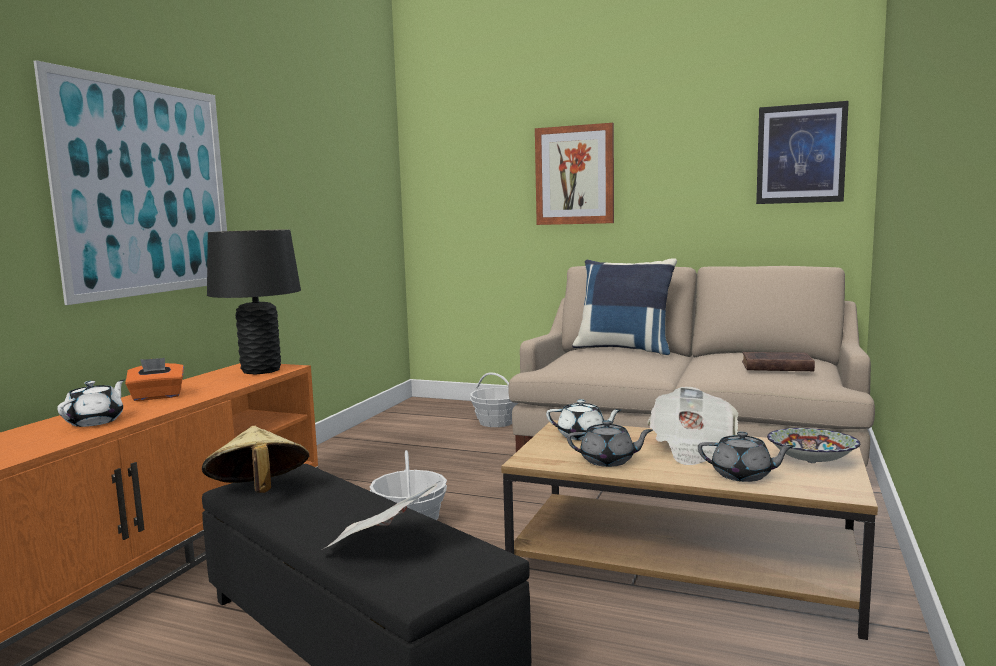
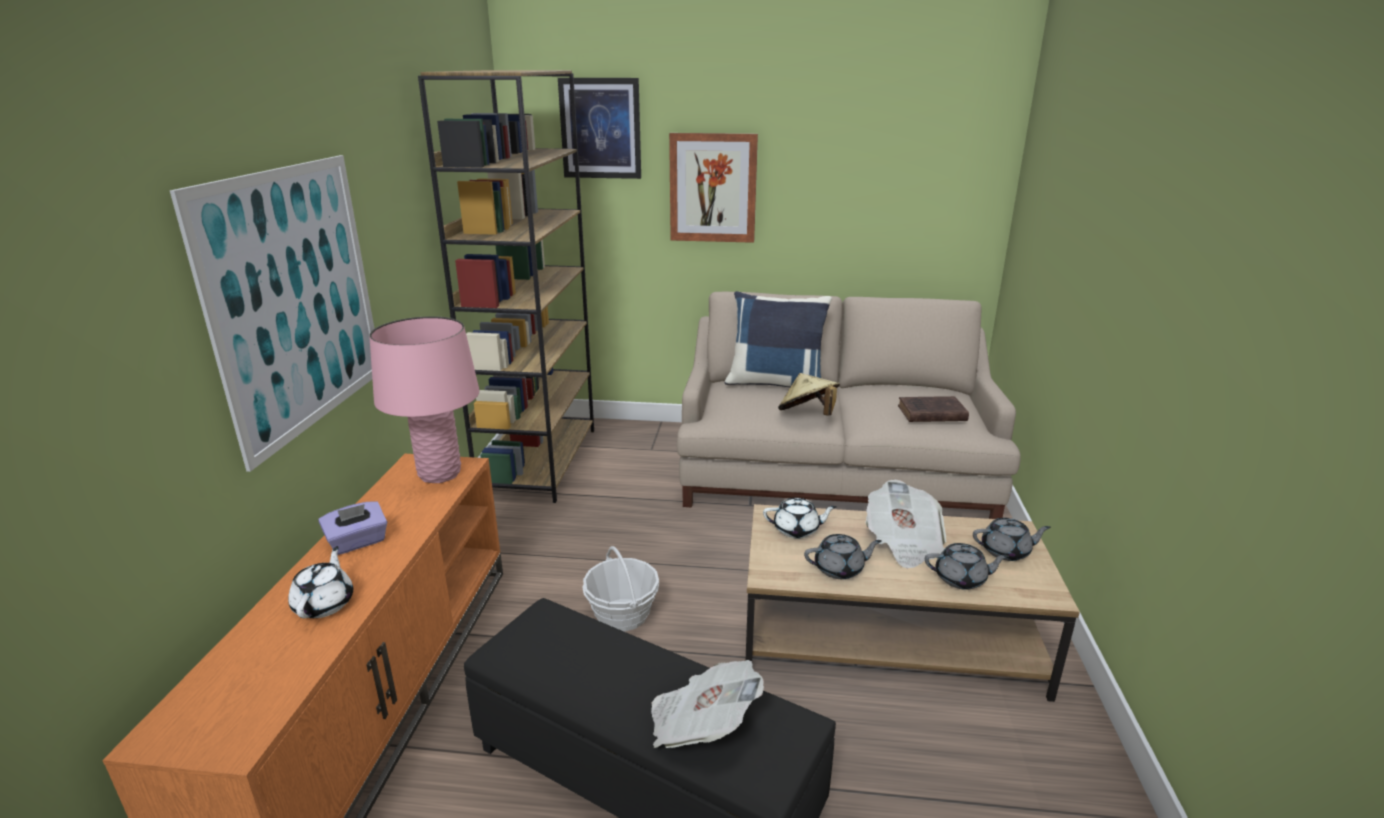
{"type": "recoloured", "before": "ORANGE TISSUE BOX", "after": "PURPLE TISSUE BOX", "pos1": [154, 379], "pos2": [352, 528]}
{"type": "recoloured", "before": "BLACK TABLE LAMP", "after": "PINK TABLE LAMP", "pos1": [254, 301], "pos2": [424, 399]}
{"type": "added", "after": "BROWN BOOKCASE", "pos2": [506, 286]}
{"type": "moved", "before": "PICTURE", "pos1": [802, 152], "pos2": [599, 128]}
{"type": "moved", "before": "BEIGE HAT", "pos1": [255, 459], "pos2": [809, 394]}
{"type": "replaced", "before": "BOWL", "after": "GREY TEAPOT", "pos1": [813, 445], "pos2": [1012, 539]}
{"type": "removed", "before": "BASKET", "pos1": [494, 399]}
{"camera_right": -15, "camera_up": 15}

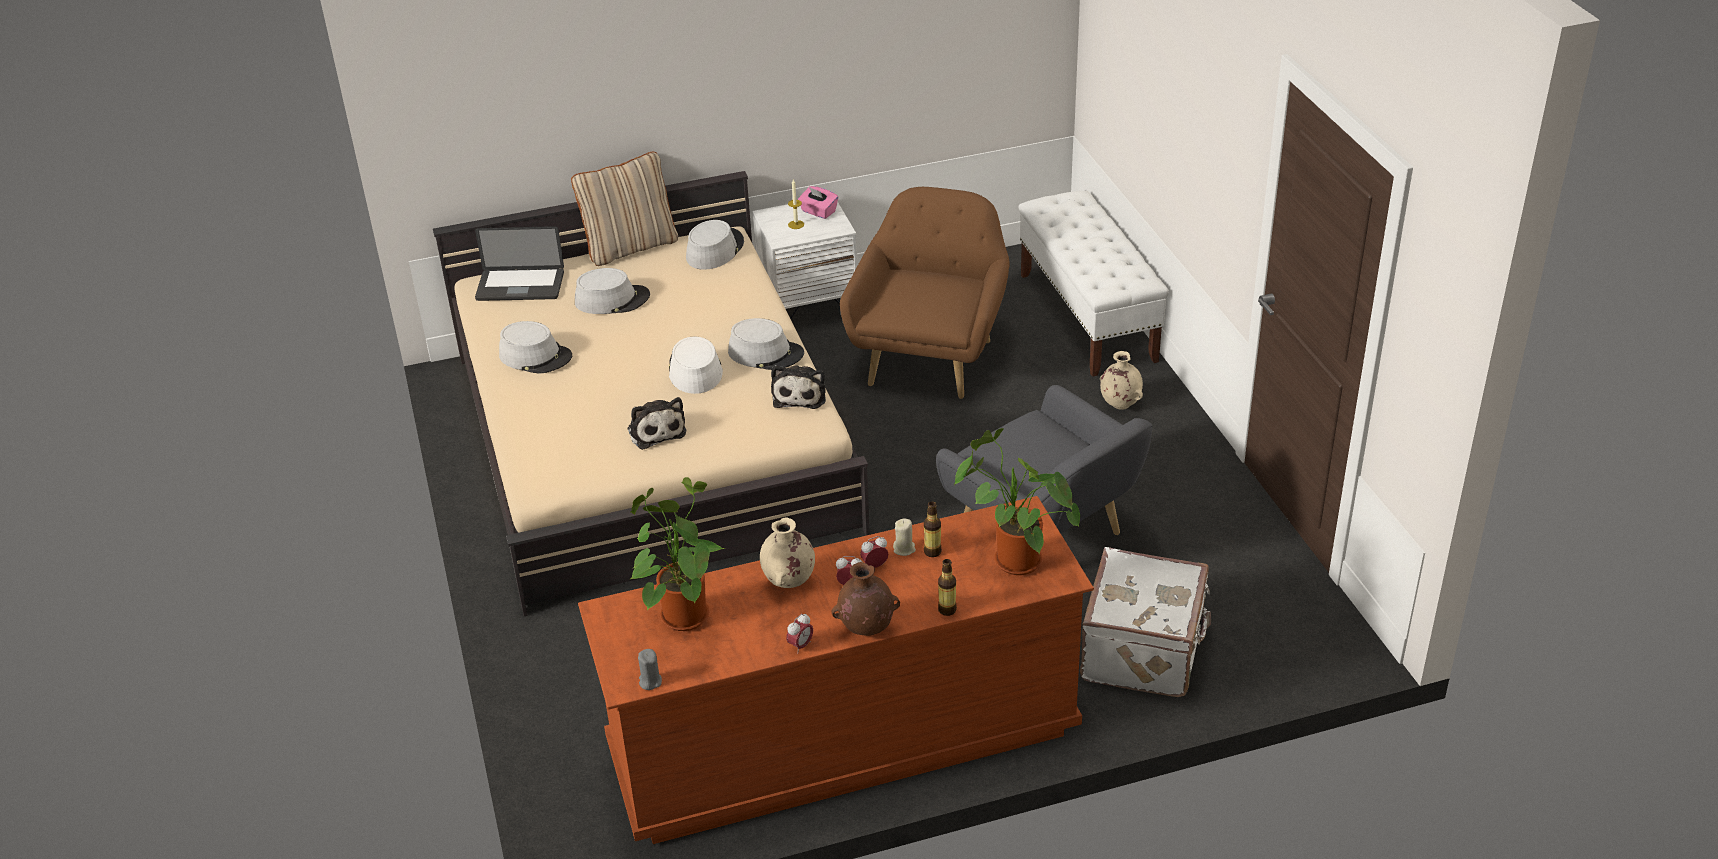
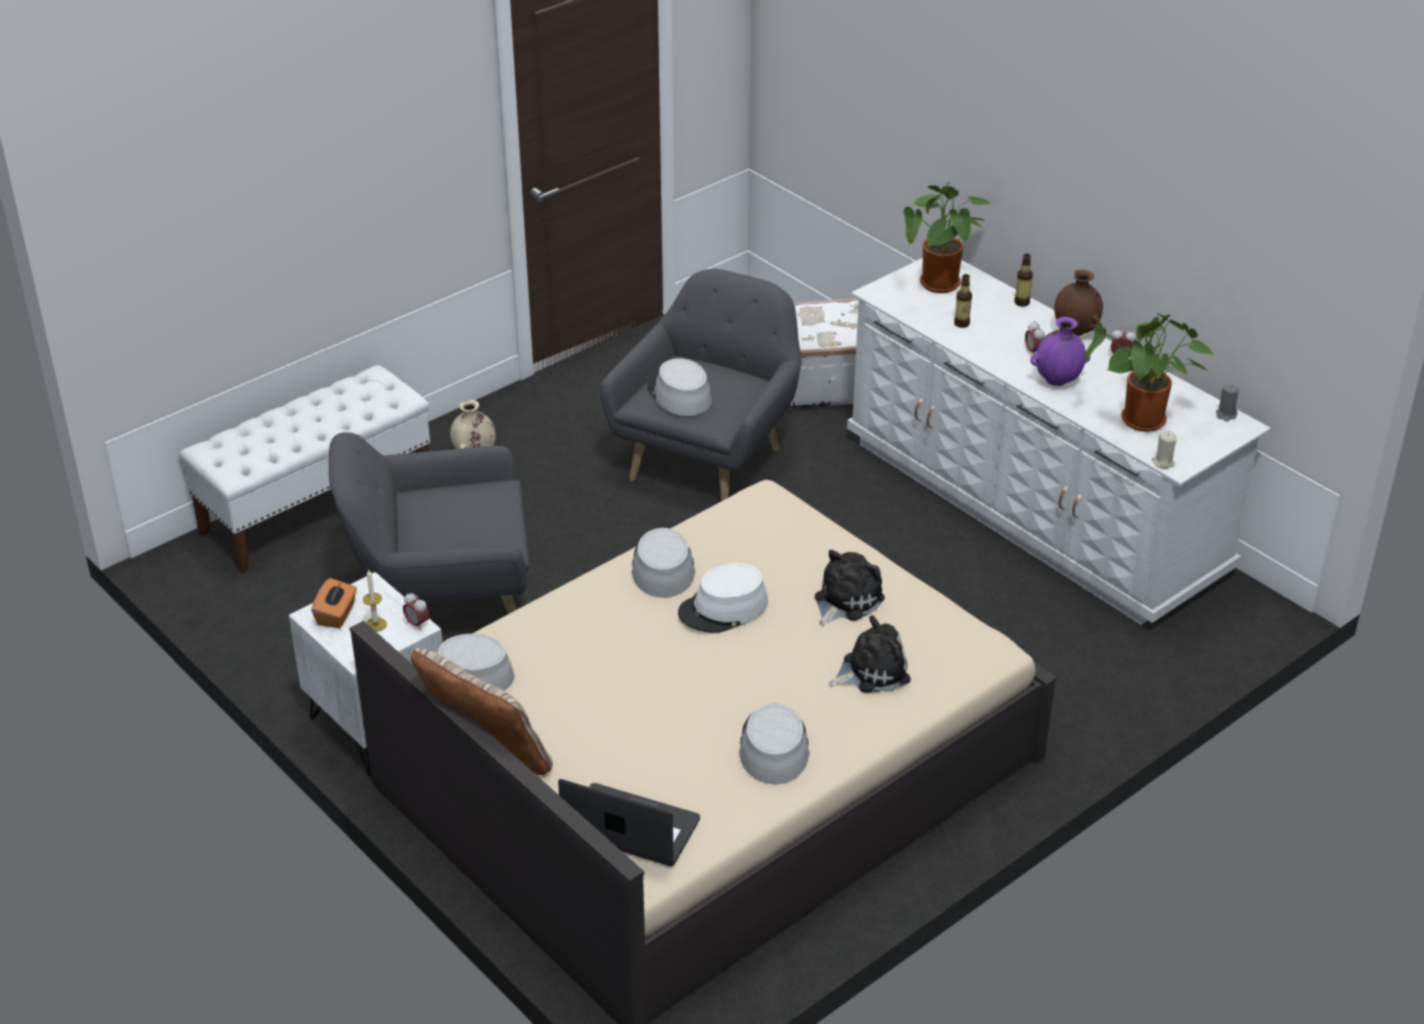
{"type": "recoloured", "before": "PINK TISSUE BOX", "after": "ORANGE TISSUE BOX", "pos1": [818, 202], "pos2": [334, 603]}
{"type": "recoloured", "before": "BROWN ARMCHAIR", "after": "GREY ARMCHAIR", "pos1": [924, 293], "pos2": [429, 523]}
{"type": "moved", "before": "ALARM CLOCK", "pos1": [874, 552], "pos2": [416, 611]}
{"type": "turned", "before": "LAPTOP", "pos1": [519, 263], "pos2": [629, 822], "turn": -45}
{"type": "moved", "before": "GREY HAT", "pos1": [612, 291], "pos2": [679, 387]}
{"type": "moved", "before": "PLUSH TOY", "pos1": [798, 387], "pos2": [870, 654]}
{"type": "recoloured", "before": "BROWN DRESSER", "after": "WHITE DRESSER", "pos1": [836, 670], "pos2": [1059, 441]}
{"type": "recoloured", "before": "BEIGE VASE", "after": "PURPLE VASE", "pos1": [787, 552], "pos2": [1060, 351]}
{"type": "moved", "before": "BEIGE CANDLE", "pos1": [904, 537], "pos2": [1164, 449]}
{"camera_right": -115, "camera_up": 0}

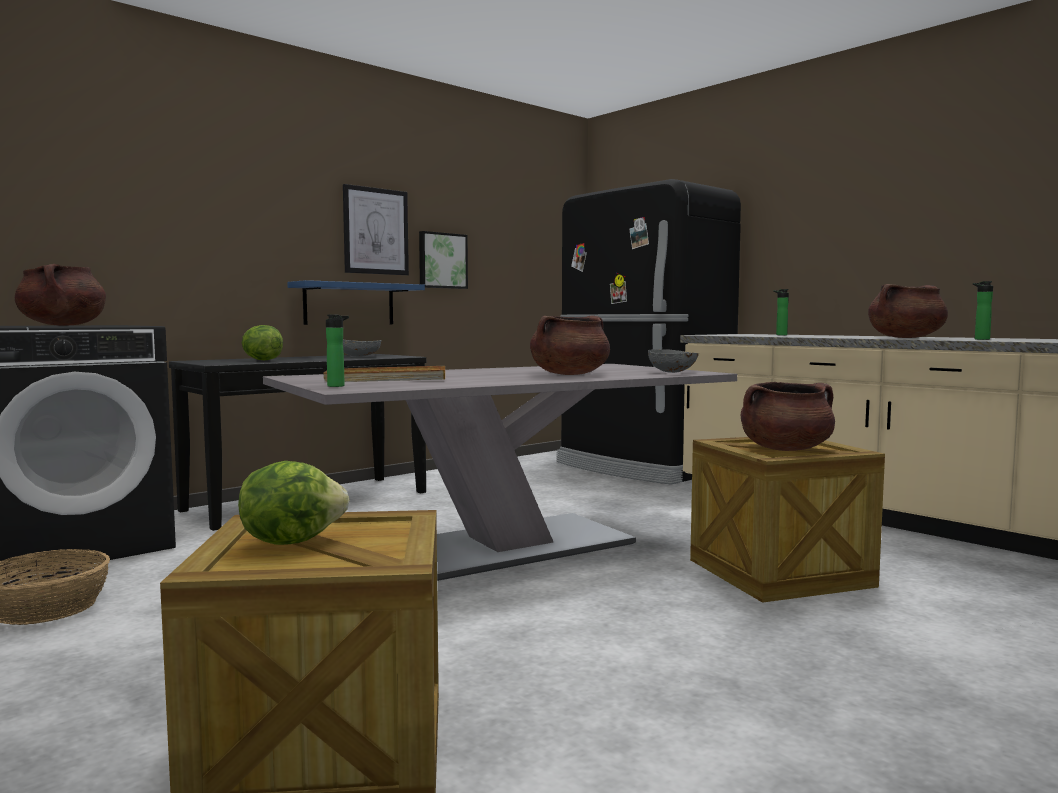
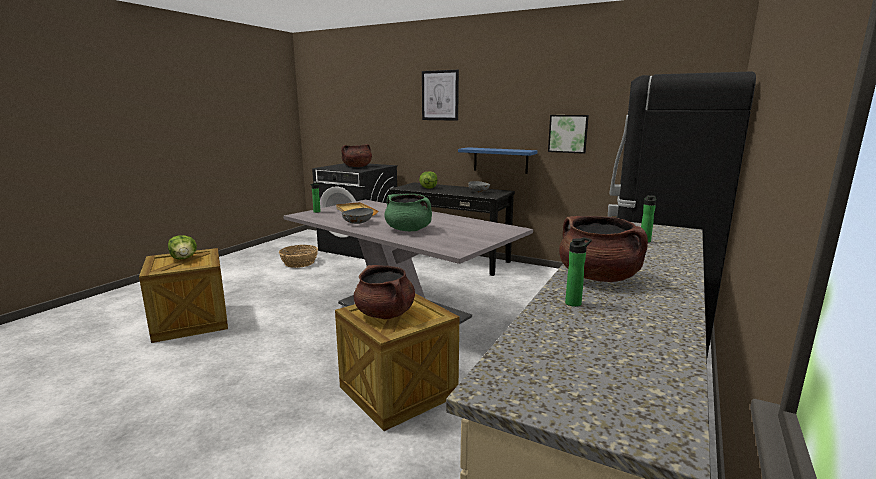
{"type": "moved", "before": "GREY BOWL", "pos1": [673, 361], "pos2": [358, 216]}
{"type": "recoloured", "before": "BROWN COOKING POT", "after": "GREEN COOKING POT", "pos1": [570, 345], "pos2": [408, 212]}
{"type": "moved", "before": "PICTURE", "pos1": [376, 229], "pos2": [440, 95]}
{"camera_right": 70, "camera_up": 10}

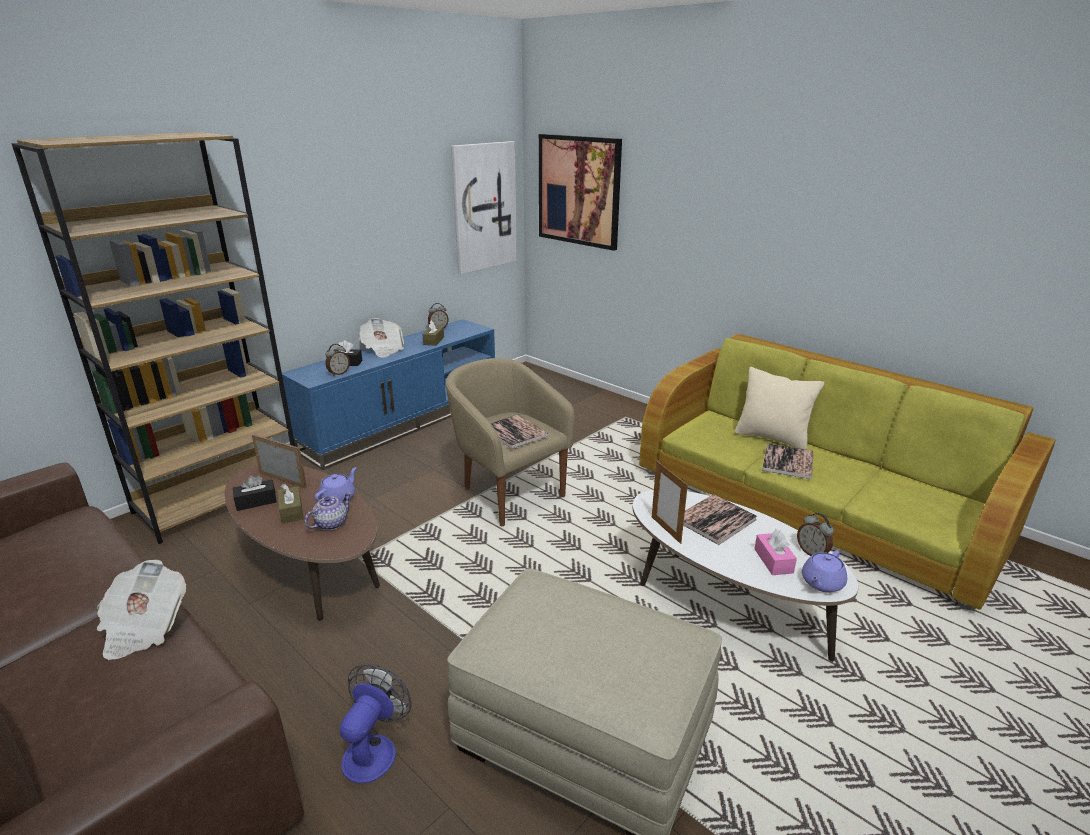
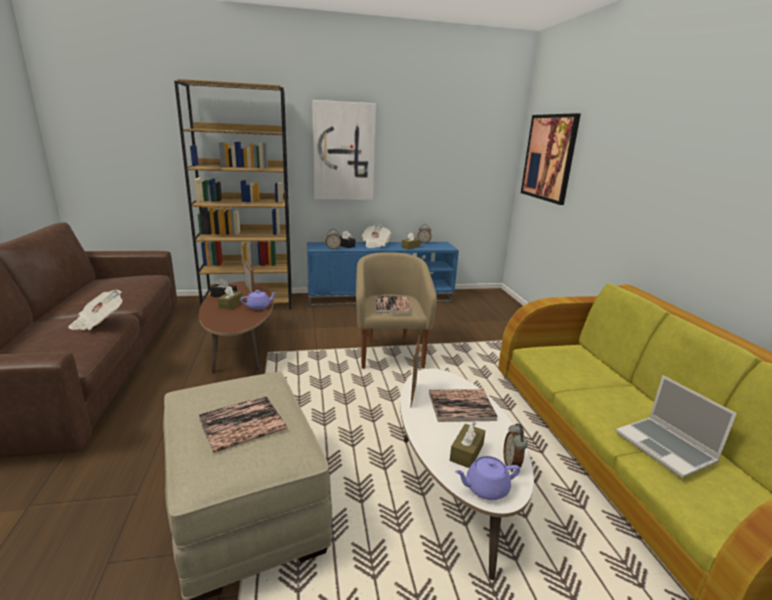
{"type": "moved", "before": "BOOK", "pos1": [788, 461], "pos2": [242, 424]}
{"type": "moved", "before": "PICTURE", "pos1": [484, 207], "pos2": [344, 150]}
{"type": "recoloured", "before": "PINK TISSUE BOX", "after": "BROWN TISSUE BOX", "pos1": [775, 552], "pos2": [467, 445]}
{"type": "added", "after": "LAPTOP", "pos2": [676, 426]}
{"type": "removed", "before": "TEAPOT", "pos1": [328, 511]}
{"type": "removed", "before": "FAN", "pos1": [375, 724]}
{"type": "removed", "before": "BEIGE PILLOW", "pos1": [779, 408]}
{"camera_right": 35, "camera_up": -5}

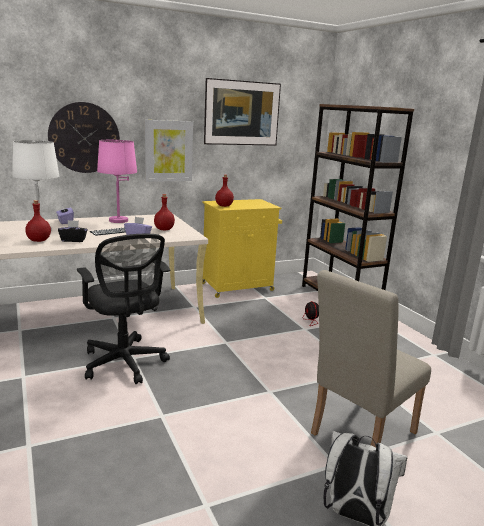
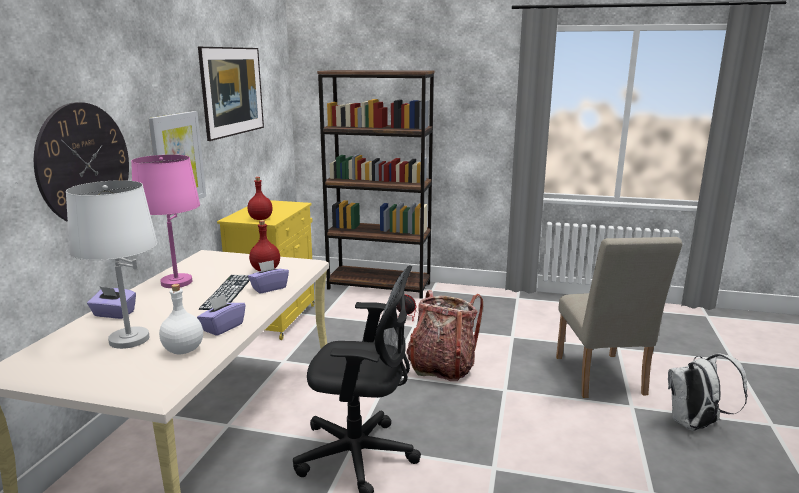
{"type": "recoloured", "before": "RED BOTTLE", "after": "WHITE BOTTLE", "pos1": [38, 221], "pos2": [181, 319]}
{"type": "recoloured", "before": "BLACK TISSUE BOX", "after": "PURPLE TISSUE BOX", "pos1": [73, 231], "pos2": [221, 315]}
{"type": "added", "after": "BACKPACK", "pos2": [444, 335]}
{"camera_right": -50, "camera_up": 0}

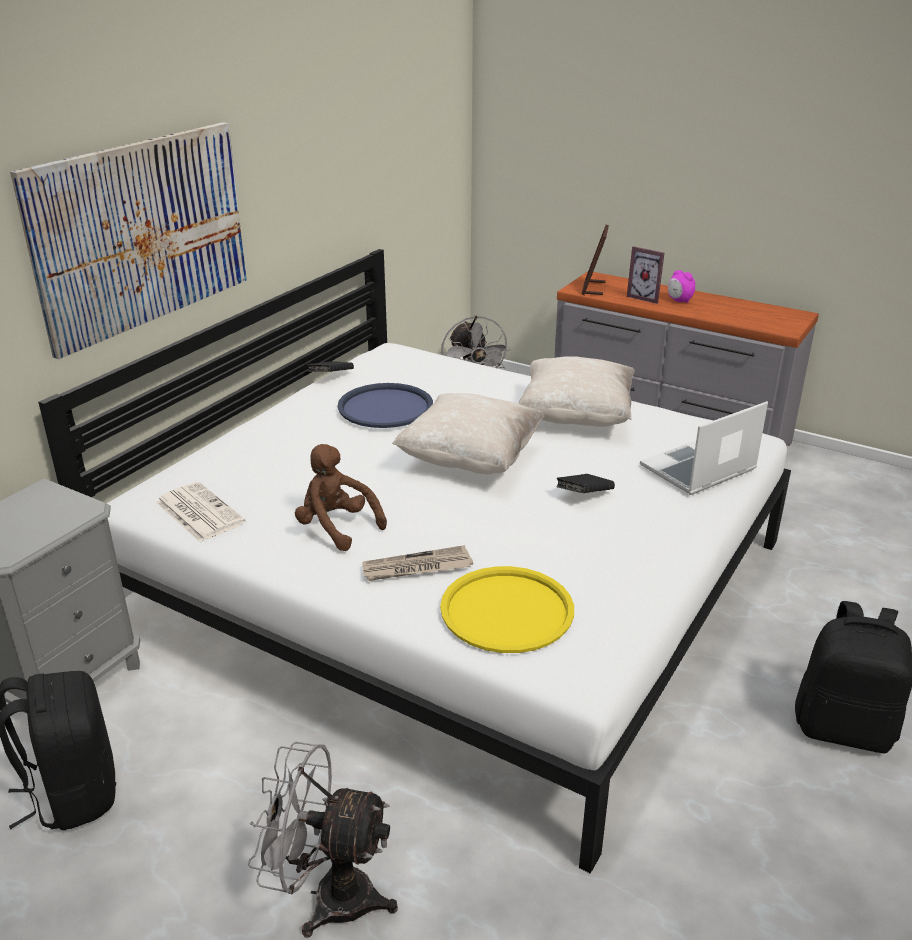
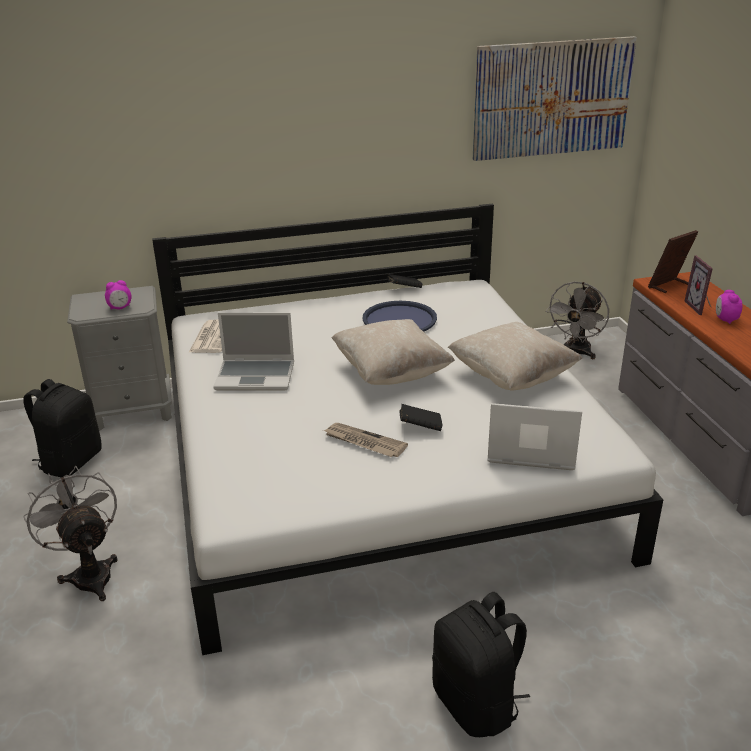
{"type": "added", "after": "ALARM CLOCK", "pos2": [118, 295]}
{"type": "replaced", "before": "BROWN PLUSH TOY", "after": "LAPTOP", "pos1": [341, 497], "pos2": [253, 352]}
{"type": "moved", "before": "NEWSPAPER", "pos1": [417, 563], "pos2": [365, 440]}
{"type": "moved", "before": "PICTURE", "pos1": [128, 240], "pos2": [555, 98]}
{"type": "removed", "before": "YELLOW TRAY", "pos1": [507, 609]}
{"camera_right": 45, "camera_up": 0}

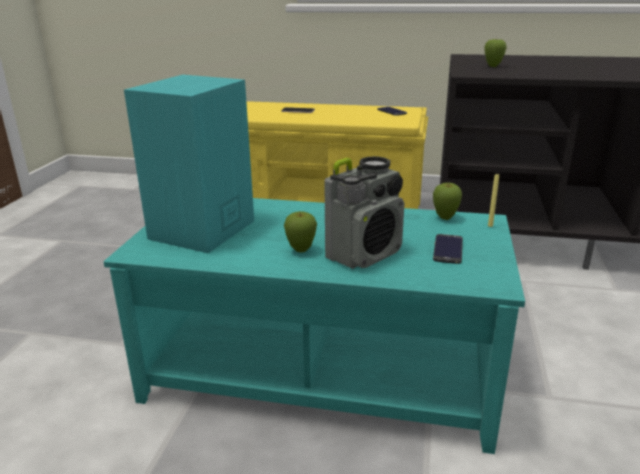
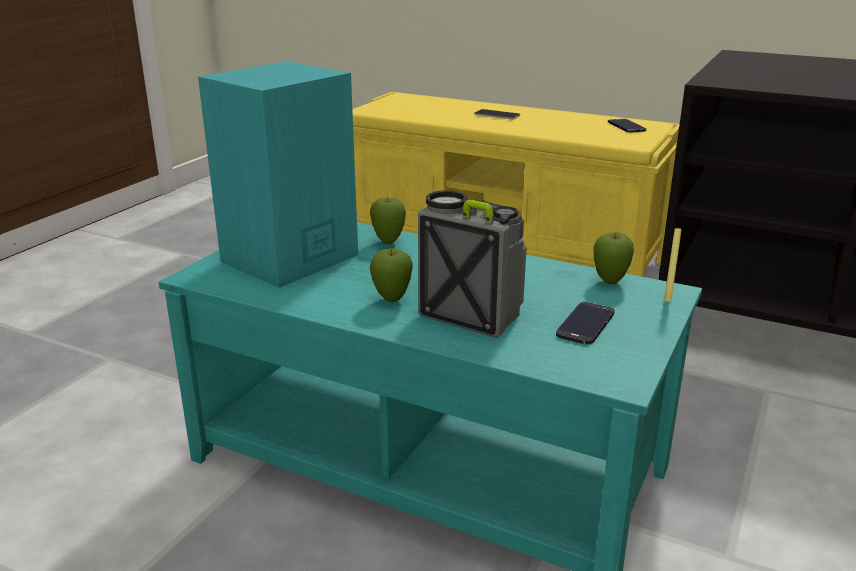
{"type": "moved", "before": "APPLE", "pos1": [495, 52], "pos2": [388, 221]}
{"type": "turned", "before": "RADIO", "pos1": [364, 212], "pos2": [472, 264], "turn": -120}
{"camera_right": 15, "camera_up": 0}

